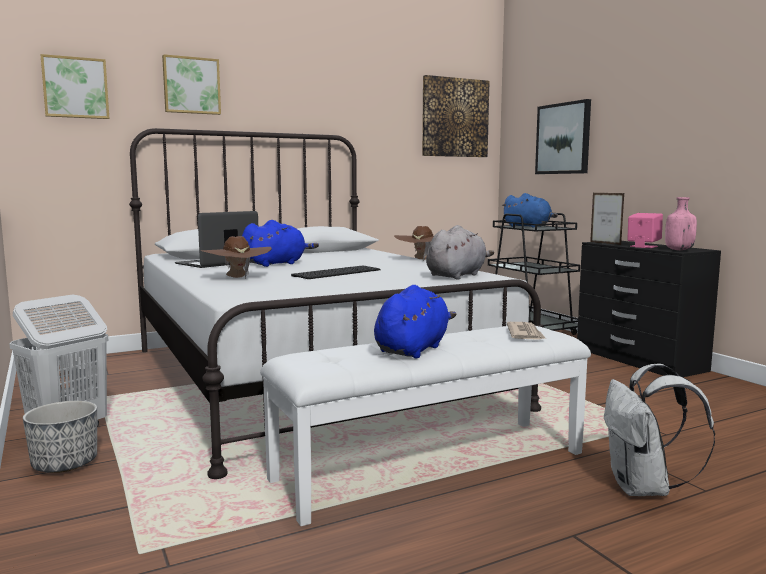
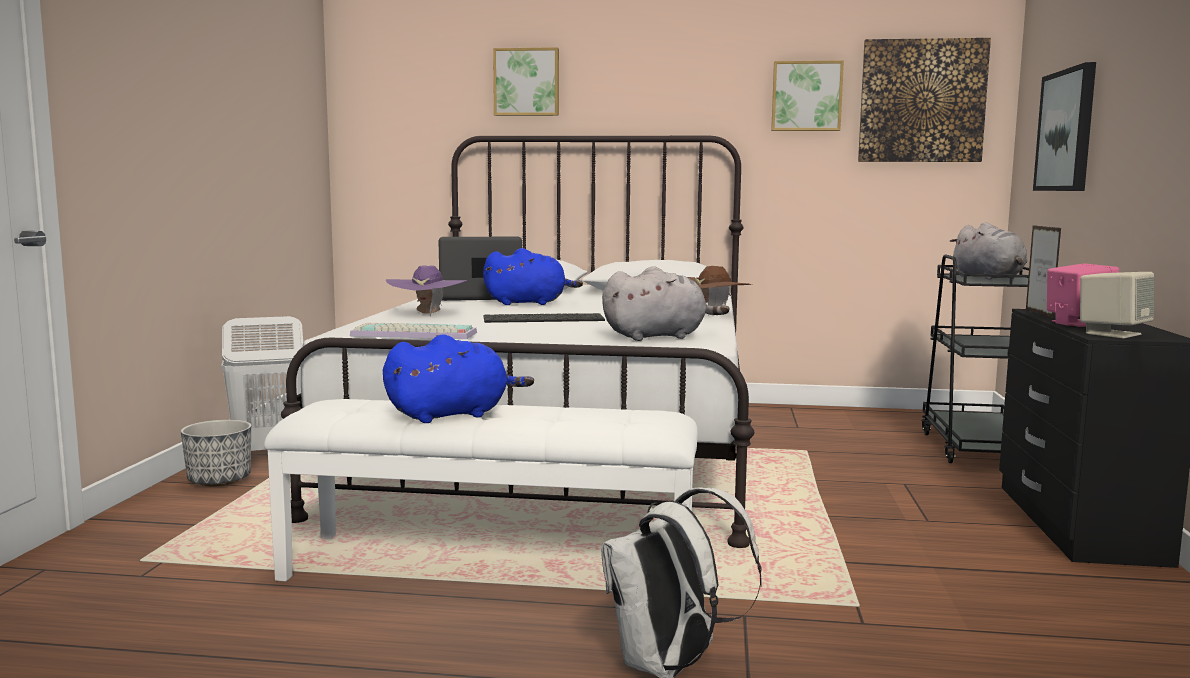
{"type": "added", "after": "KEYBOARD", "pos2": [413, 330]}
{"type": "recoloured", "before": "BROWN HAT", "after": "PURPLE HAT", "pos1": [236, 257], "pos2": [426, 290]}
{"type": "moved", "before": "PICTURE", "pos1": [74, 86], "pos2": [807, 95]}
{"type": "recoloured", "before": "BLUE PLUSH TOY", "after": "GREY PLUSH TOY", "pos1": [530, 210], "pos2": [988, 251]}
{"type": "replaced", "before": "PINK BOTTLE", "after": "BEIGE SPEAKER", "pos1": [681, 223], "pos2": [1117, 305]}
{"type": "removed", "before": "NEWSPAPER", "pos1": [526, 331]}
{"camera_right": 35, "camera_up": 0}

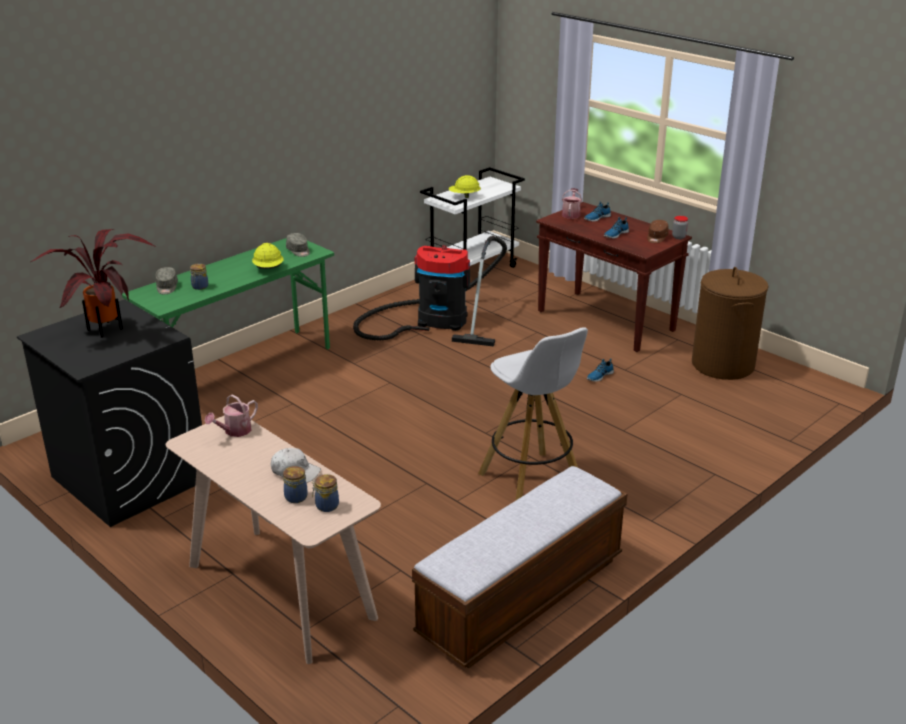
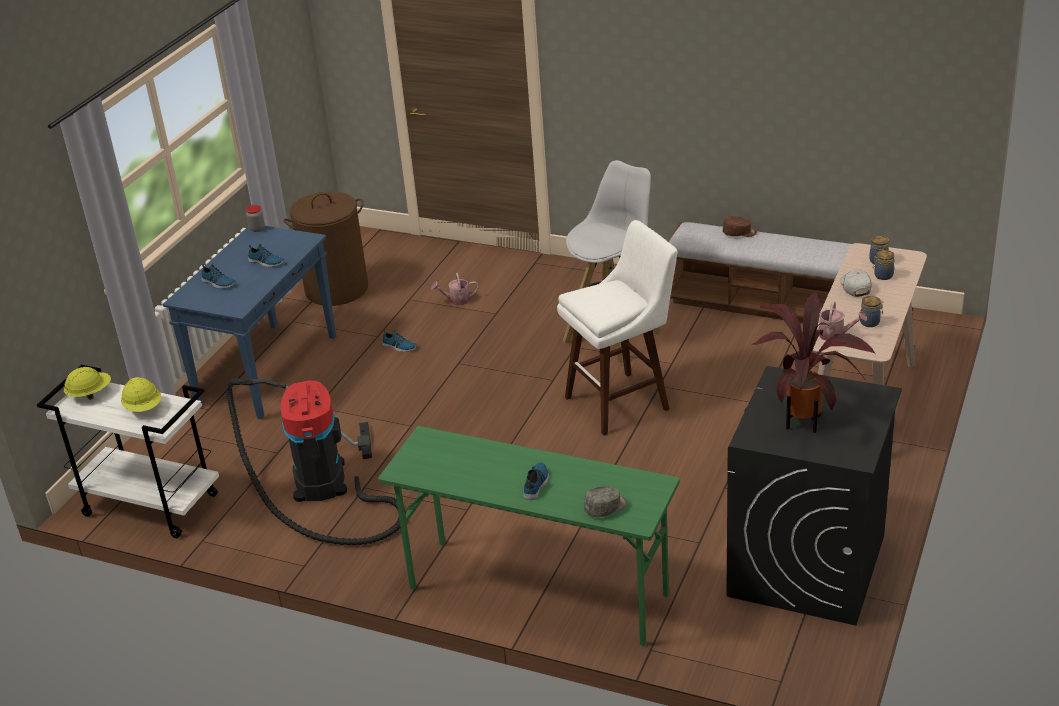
{"type": "moved", "before": "YELLOW HARD HAT", "pos1": [268, 256], "pos2": [87, 383]}
{"type": "recoloured", "before": "BROWN CONSOLE TABLE", "after": "BLUE CONSOLE TABLE", "pos1": [614, 277], "pos2": [249, 322]}
{"type": "moved", "before": "WATERING CAN", "pos1": [572, 203], "pos2": [455, 289]}
{"type": "added", "after": "SHOE", "pos2": [536, 481]}
{"type": "added", "after": "WHITE STOOL", "pos2": [617, 328]}
{"type": "moved", "before": "BROWN CAP", "pos1": [658, 231], "pos2": [740, 226]}
{"type": "moved", "before": "JAR", "pos1": [199, 276], "pos2": [871, 311]}
{"type": "removed", "before": "GREY CAP", "pos1": [298, 245]}
{"camera_right": -110, "camera_up": 5}

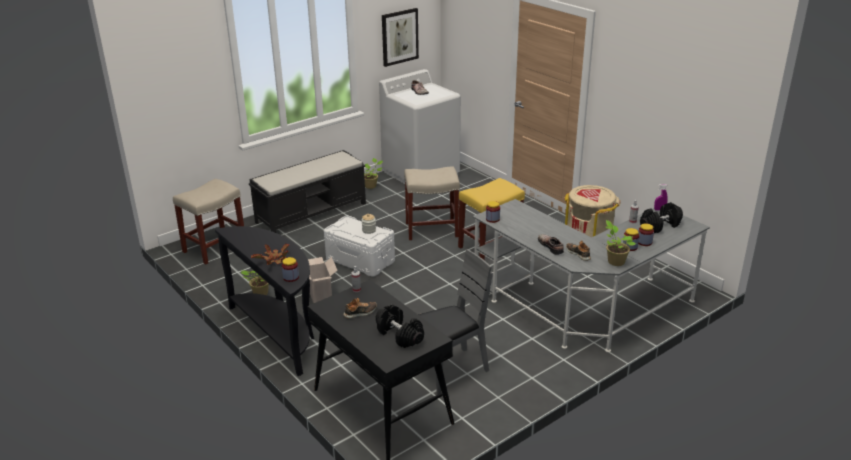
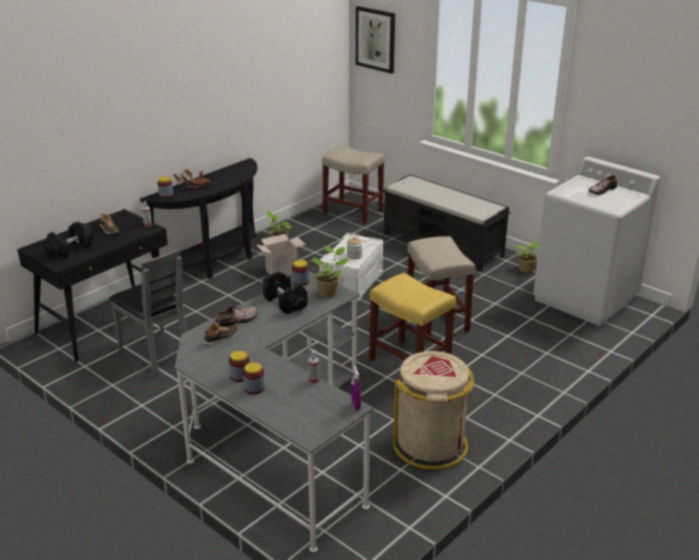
{"type": "moved", "before": "BLACK DUMBBELL", "pos1": [661, 217], "pos2": [285, 293]}
{"type": "moved", "before": "POTTED PLANT", "pos1": [621, 243], "pos2": [330, 271]}
{"type": "moved", "before": "PICTURE", "pos1": [400, 37], "pos2": [375, 40]}
{"camera_right": 80, "camera_up": 0}

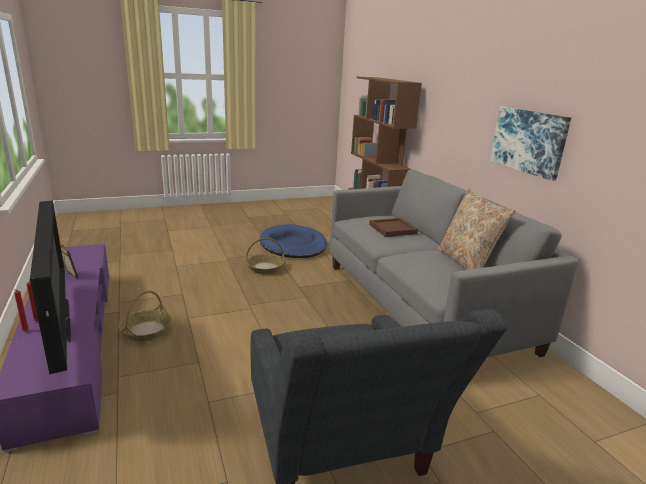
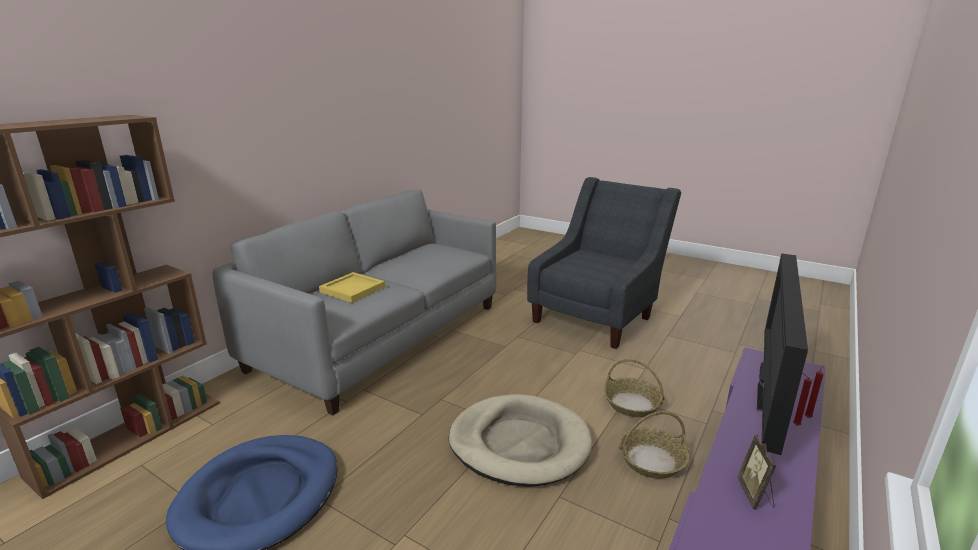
{"type": "recoloured", "before": "BROWN TRAY", "after": "YELLOW TRAY", "pos1": [393, 227], "pos2": [352, 287]}
{"type": "added", "after": "BEIGE DOG BED", "pos2": [520, 440]}
{"type": "moved", "before": "BASKET", "pos1": [265, 256], "pos2": [634, 388]}
{"type": "removed", "before": "BEIGE PILLOW", "pos1": [476, 229]}
{"type": "removed", "before": "PICTURE", "pos1": [530, 144]}
{"camera_right": -125, "camera_up": 0}

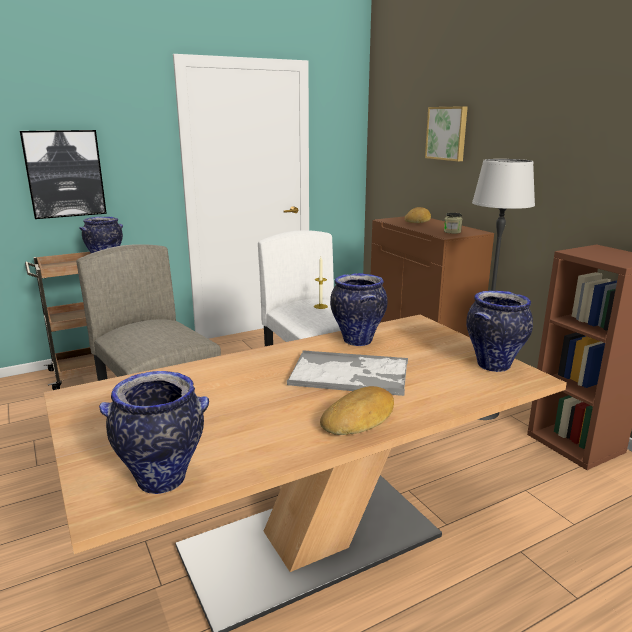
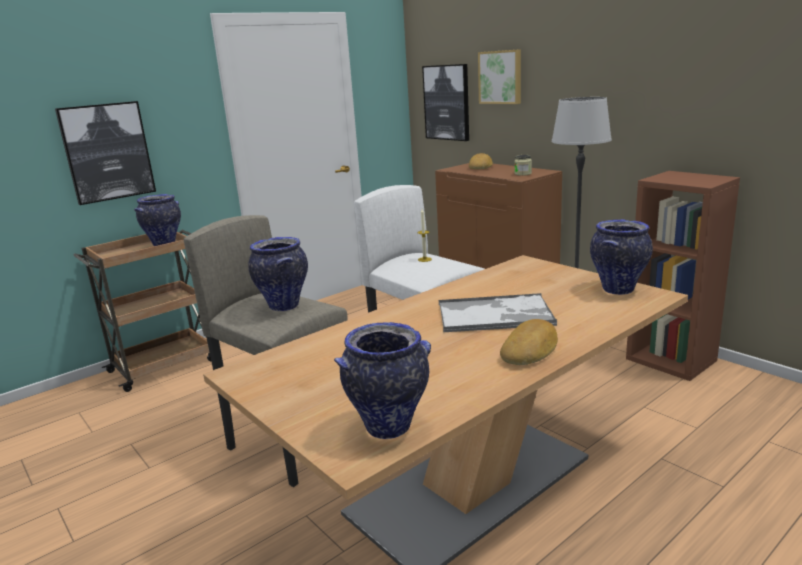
{"type": "moved", "before": "VASE", "pos1": [358, 309], "pos2": [278, 274]}
{"type": "added", "after": "PICTURE", "pos2": [445, 102]}
{"camera_right": -10, "camera_up": 0}

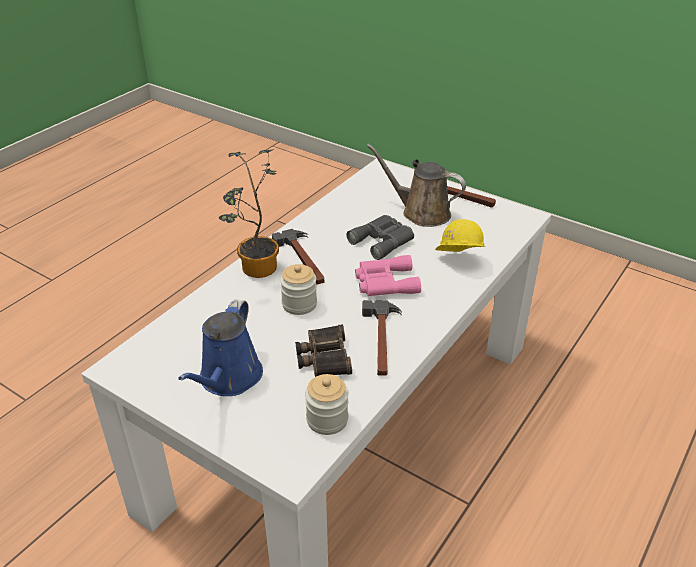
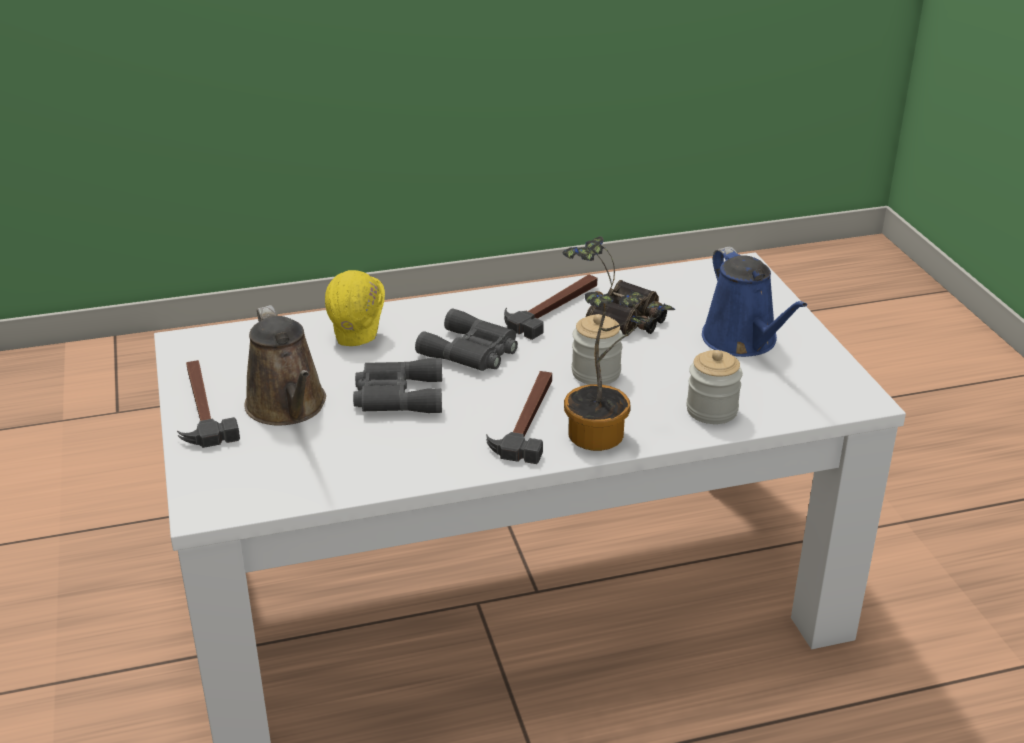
{"type": "recoloured", "before": "PINK BINOCULARS", "after": "GREY BINOCULARS", "pos1": [388, 275], "pos2": [466, 340]}
{"type": "moved", "before": "JAR", "pos1": [326, 404], "pos2": [714, 387]}
{"type": "turned", "before": "BLUE WATERING CAN", "pos1": [221, 347], "pos2": [754, 302], "turn": 105}
{"camera_right": -140, "camera_up": -5}

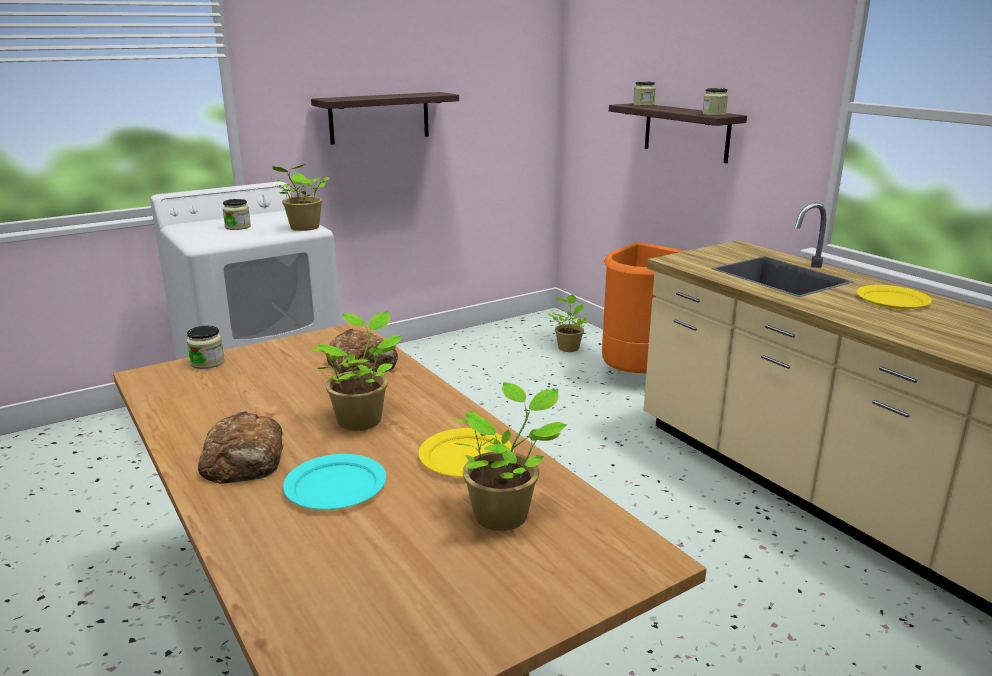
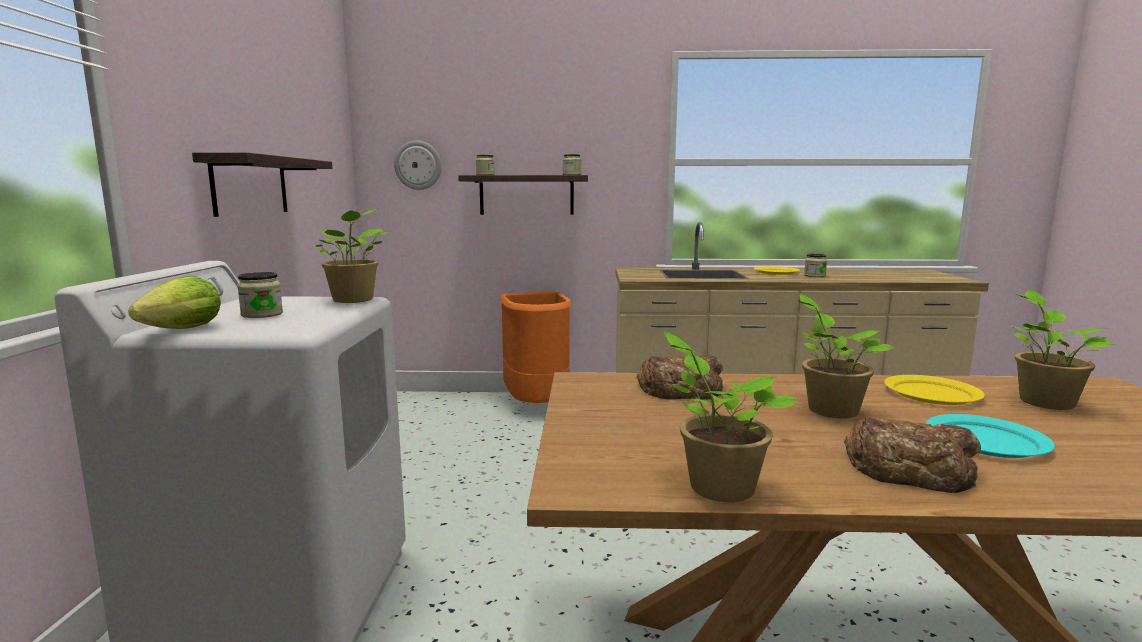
{"type": "added", "after": "LETTUCE", "pos2": [174, 302]}
{"type": "added", "after": "WALL CLOCK", "pos2": [418, 165]}
{"type": "moved", "before": "POTTED PLANT", "pos1": [568, 323], "pos2": [731, 417]}
{"type": "moved", "before": "JAR", "pos1": [206, 347], "pos2": [815, 265]}
{"camera_right": -55, "camera_up": -10}

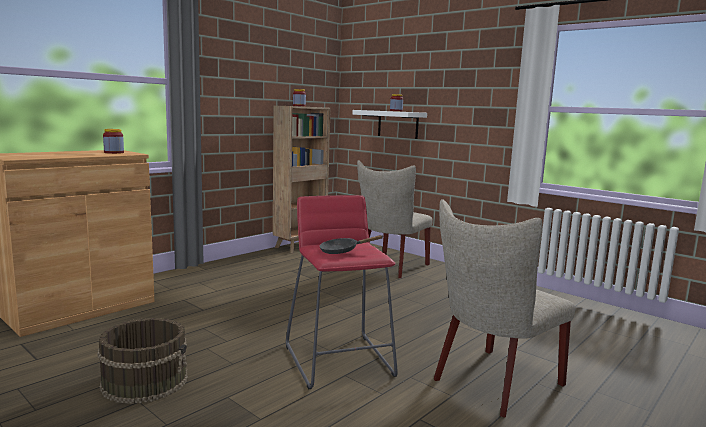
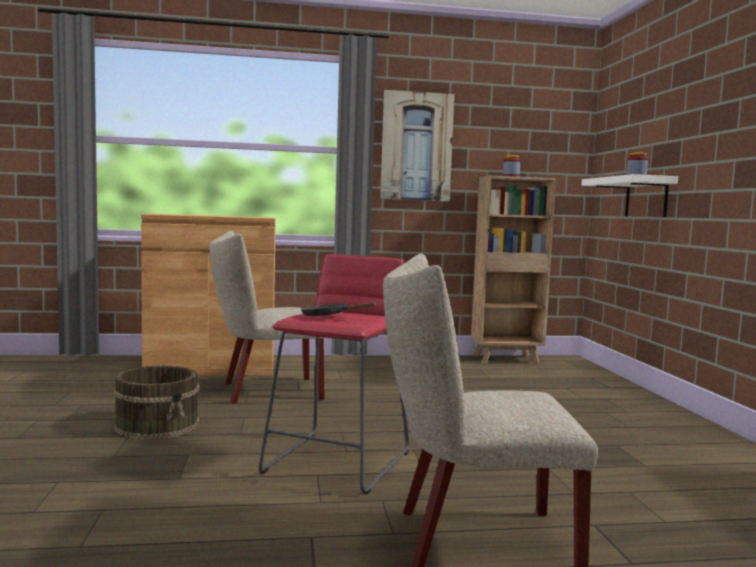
{"type": "moved", "before": "BEIGE CHAIR", "pos1": [395, 219], "pos2": [267, 317]}
{"type": "added", "after": "PICTURE", "pos2": [417, 145]}
{"type": "removed", "before": "JAR", "pos1": [113, 141]}
{"camera_right": 40, "camera_up": -5}

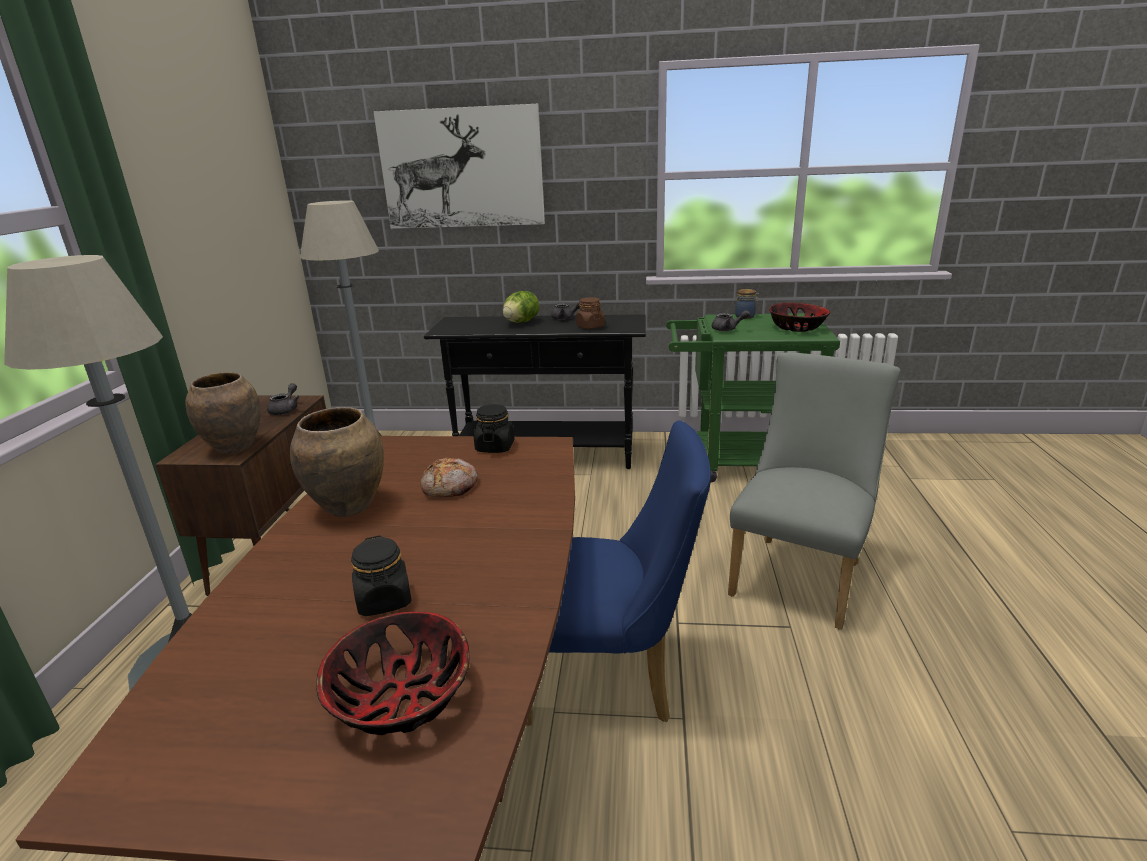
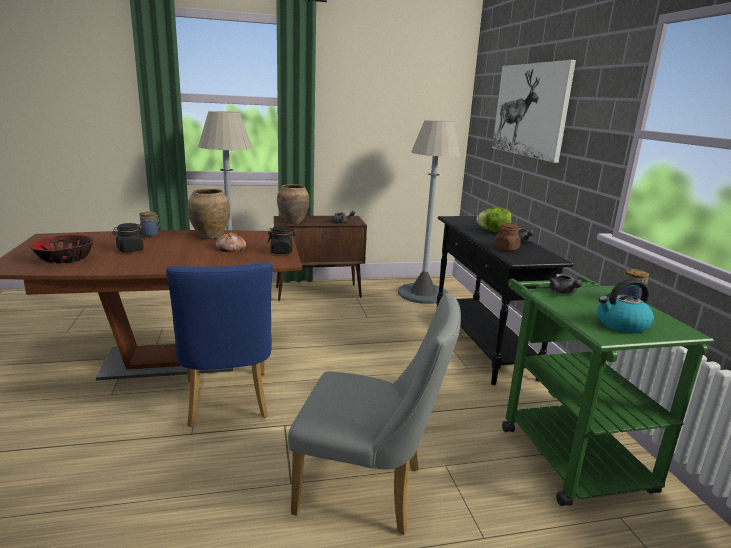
{"type": "added", "after": "JAR", "pos2": [149, 224]}
{"type": "replaced", "before": "BOWL", "after": "KETTLE", "pos1": [799, 317], "pos2": [626, 306]}
{"camera_right": 70, "camera_up": -5}

